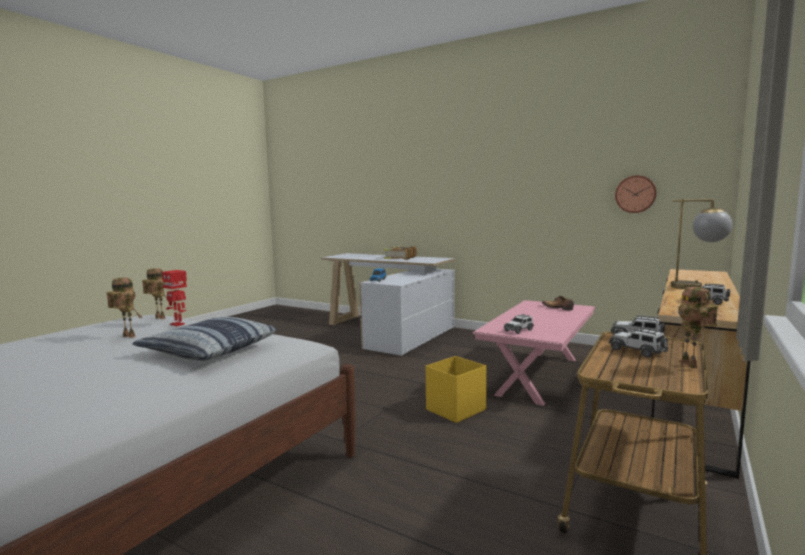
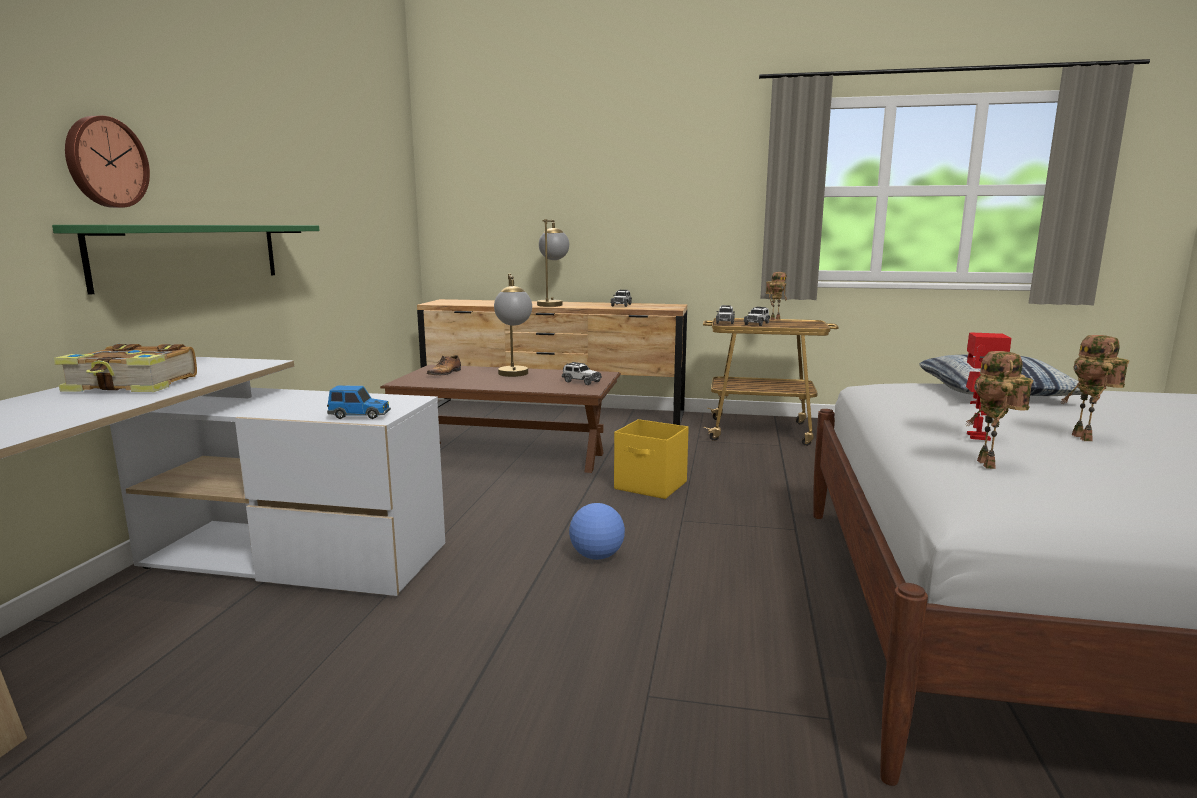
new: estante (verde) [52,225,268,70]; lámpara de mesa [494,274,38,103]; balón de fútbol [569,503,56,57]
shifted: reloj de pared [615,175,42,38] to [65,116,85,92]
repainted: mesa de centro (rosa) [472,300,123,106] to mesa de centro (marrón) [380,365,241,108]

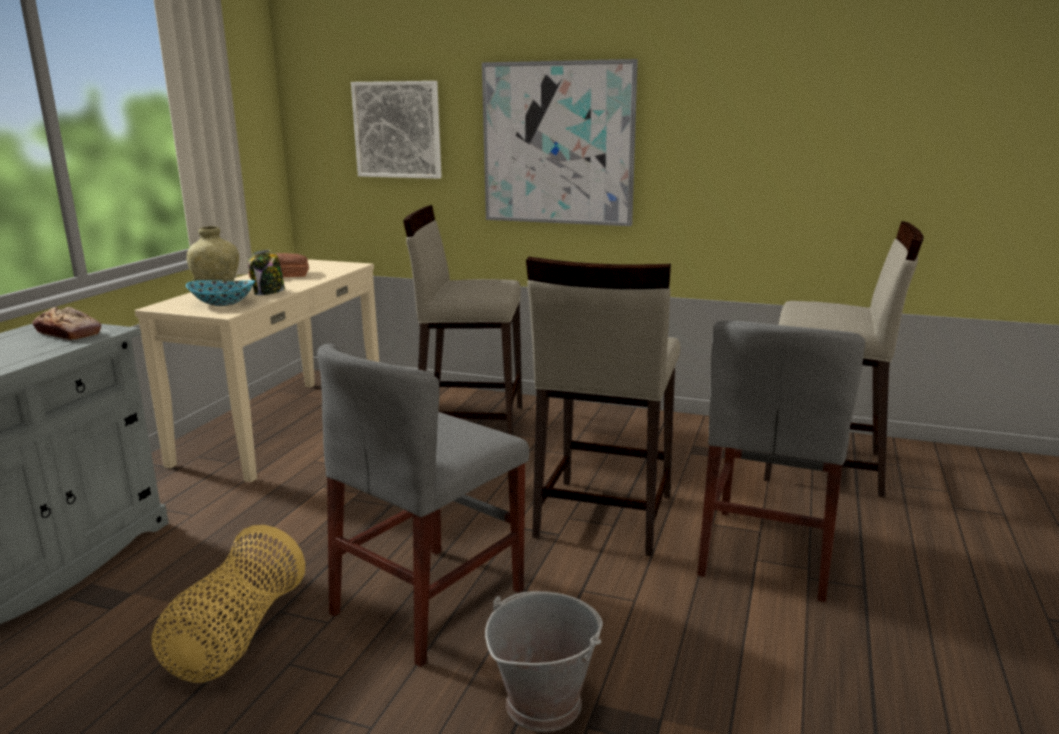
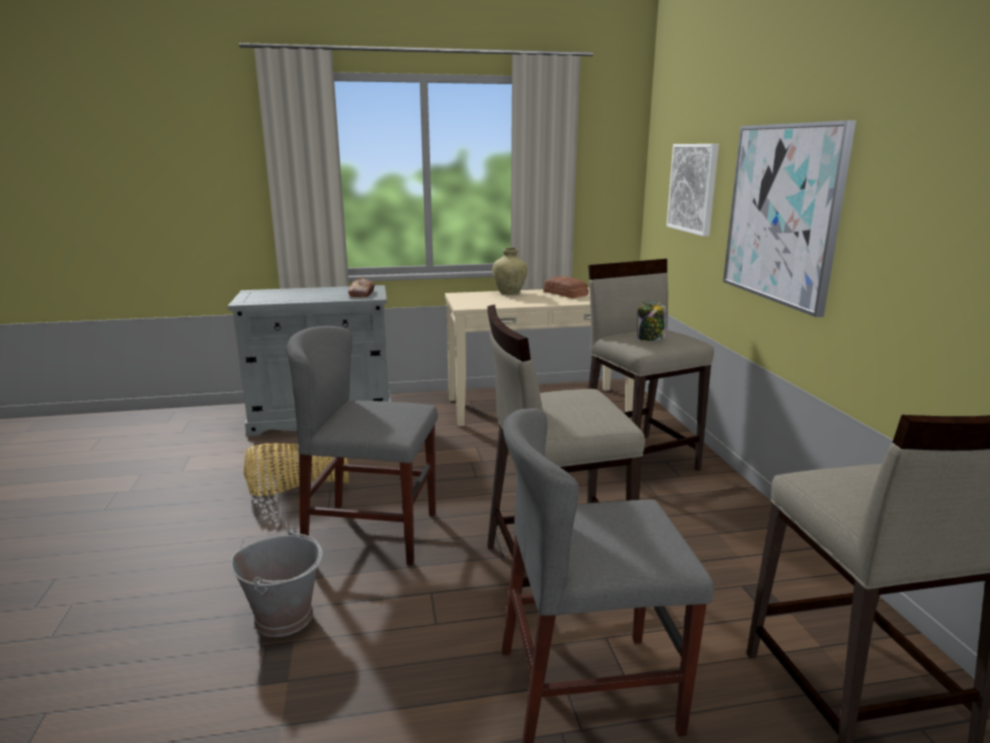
gone: cuenco [186,280,69,26]
shifted: tarro [248,250,37,45] to [637,301,29,40]

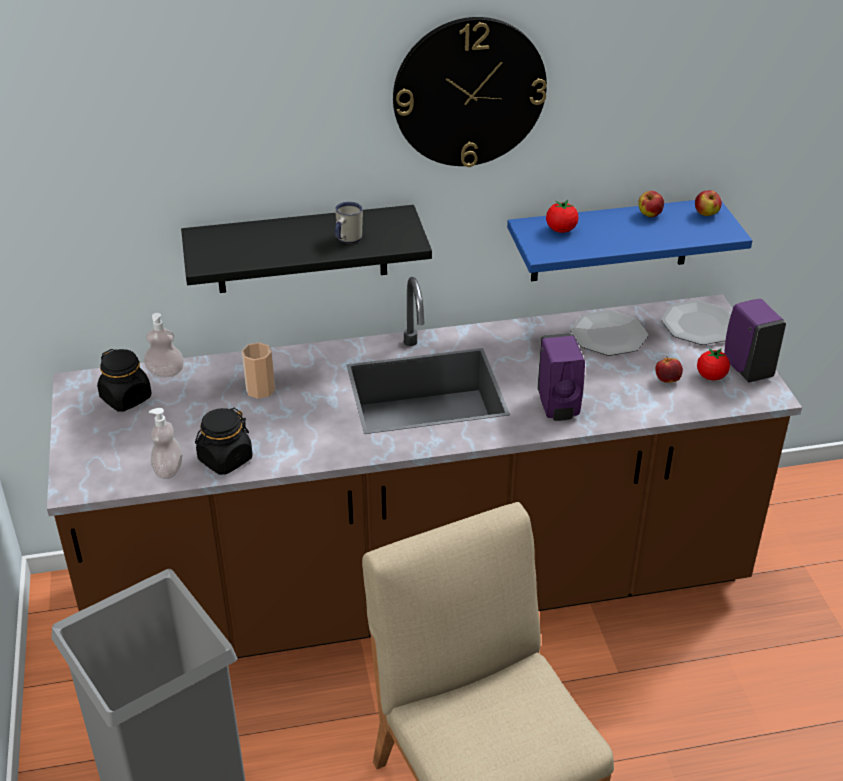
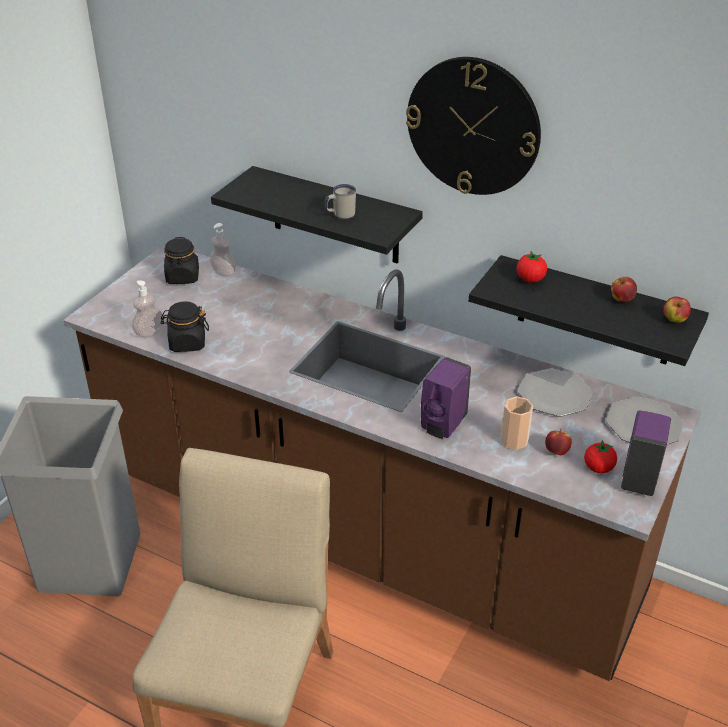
shifted: taza [242,342,33,57] to [500,396,33,54]
repainted: estante (azul) [507,200,245,81] to estante (negro) [468,255,241,111]

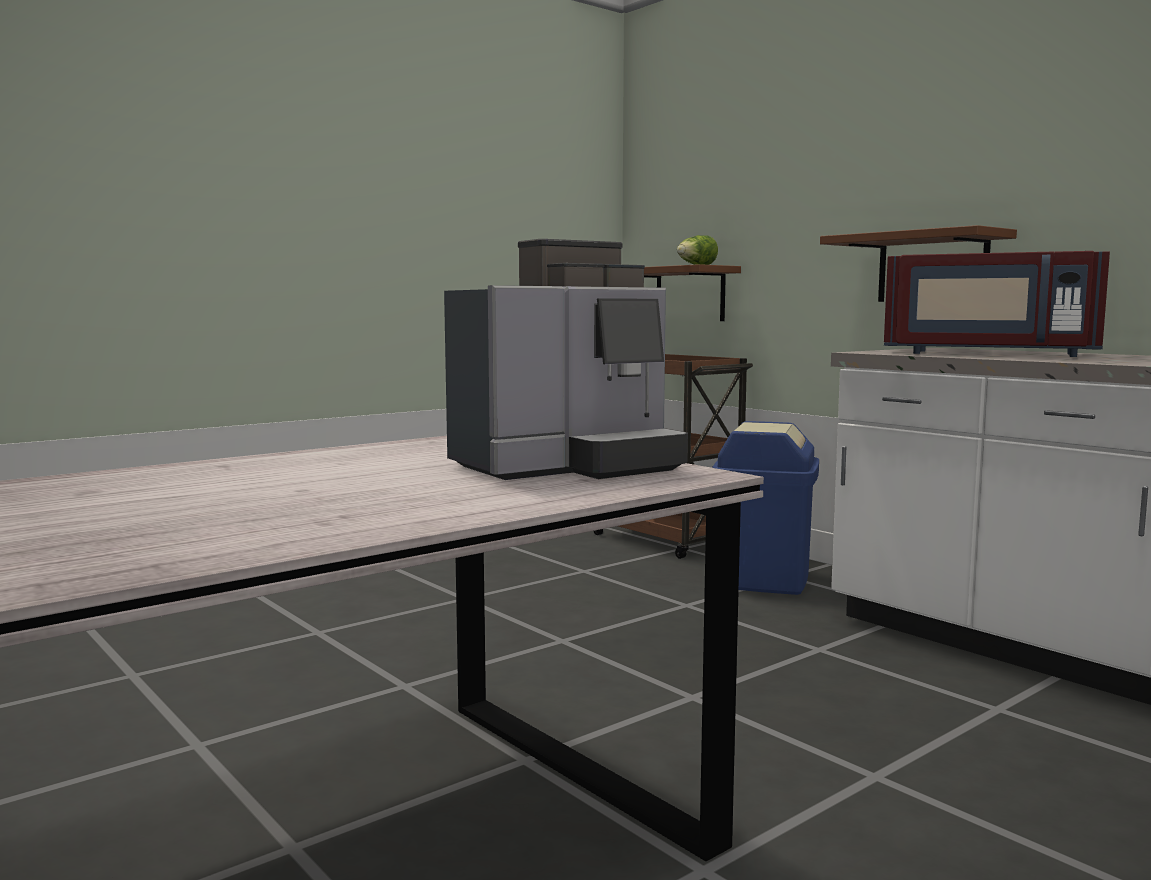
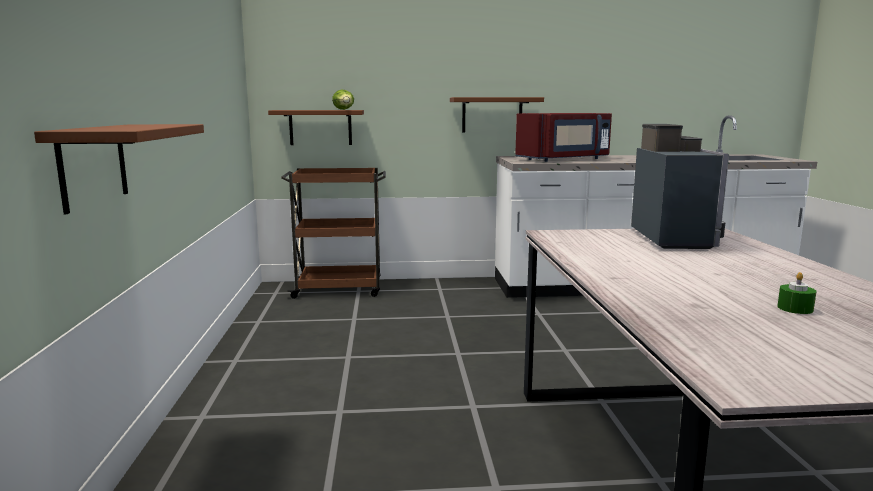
gone: papelera (azul) [712,421,107,174]
new: estante (marrón) [34,124,170,90]; vela (verde) [777,272,39,42]

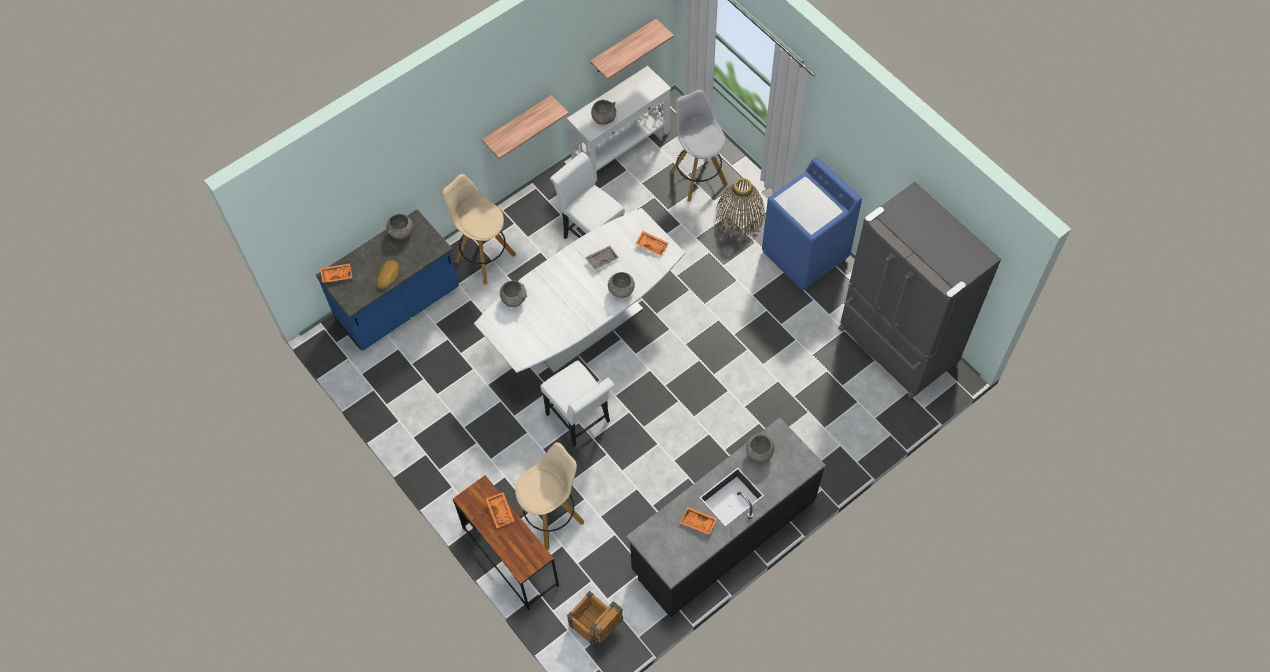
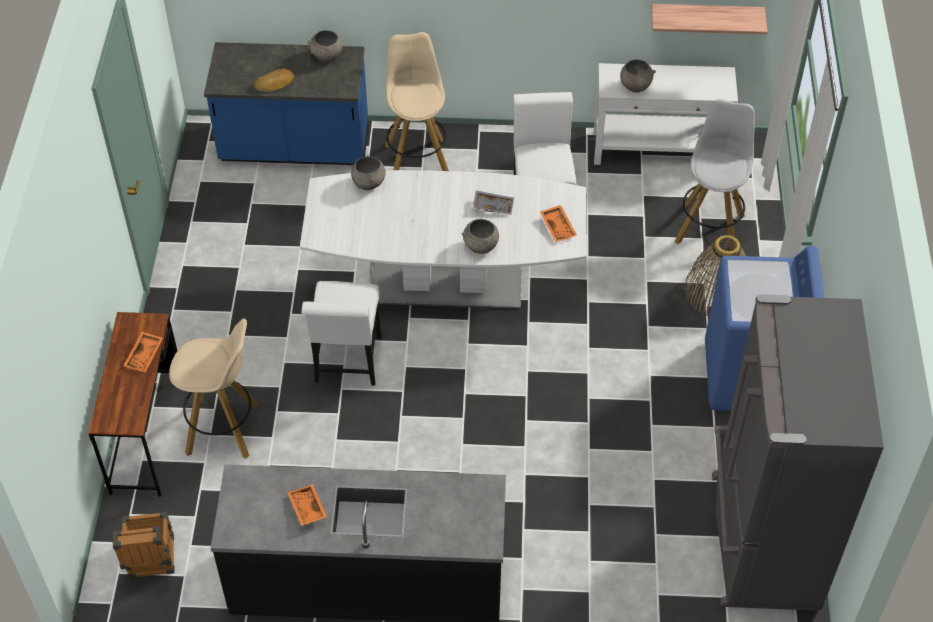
gone: bandeja (naranja) [320,264,32,19]; estante [482,95,87,64]; cuenco (gris) [746,431,29,32]

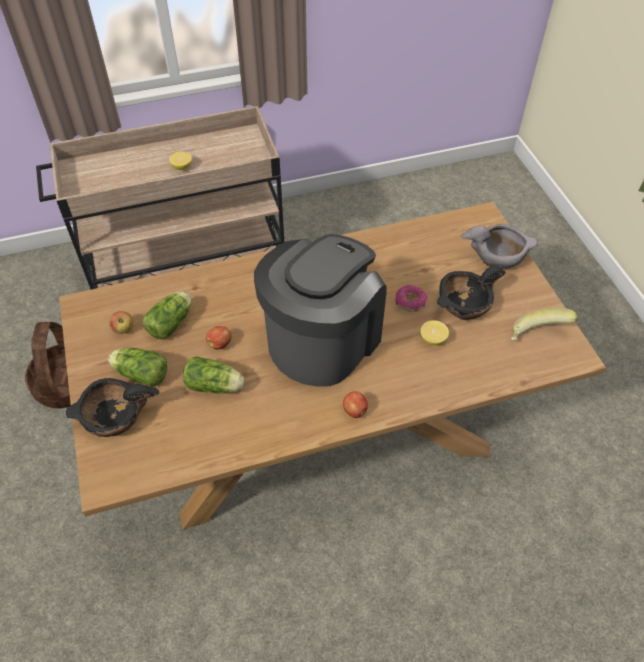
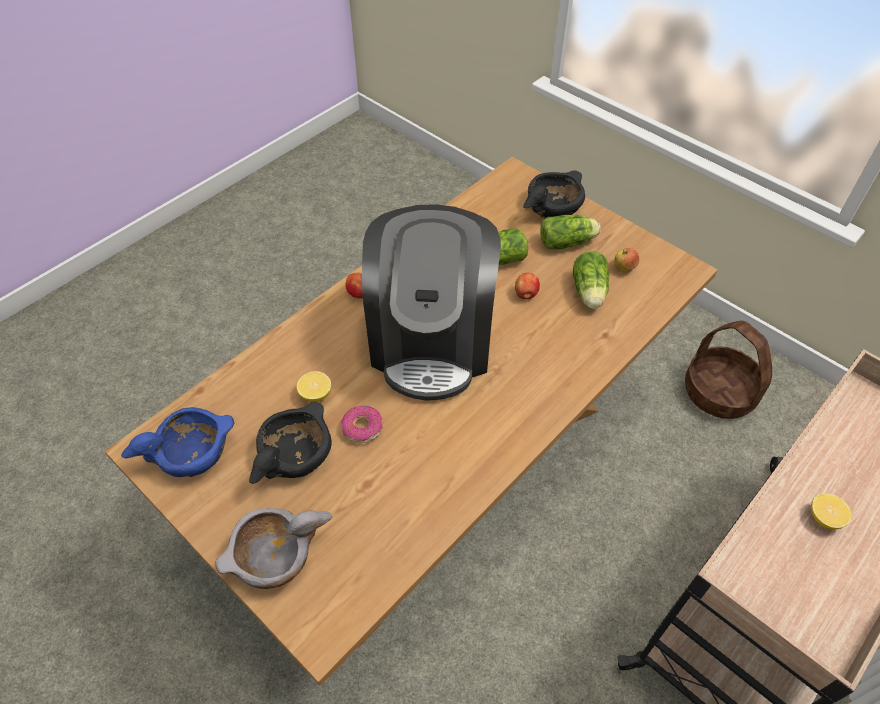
swapped: plátano [511,307,67,33] to cuenco (azul) [121,407,113,70]

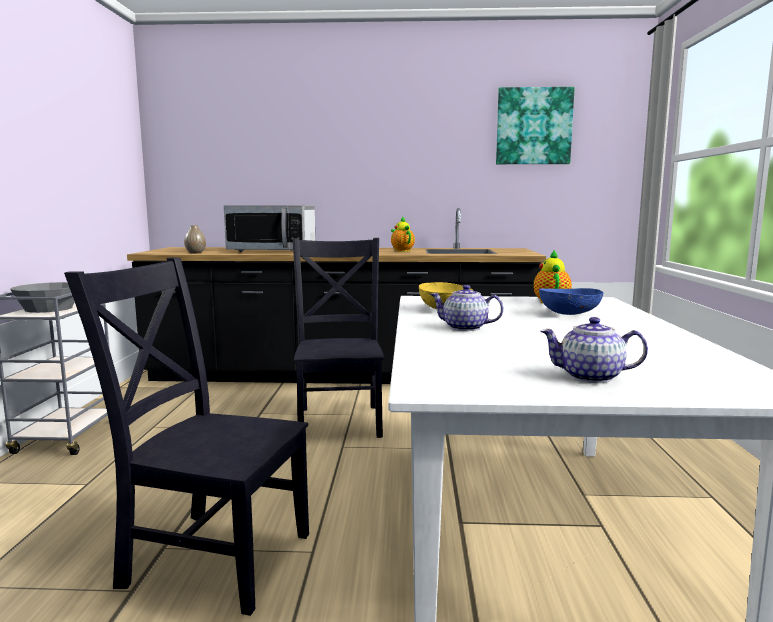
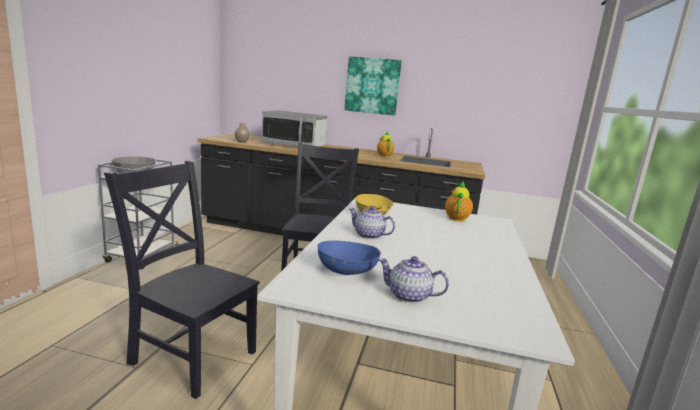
shifted: cuadro [496,87,79,77] to [344,56,58,59]; cuenco (azul) [539,288,65,27] to [318,240,63,35]

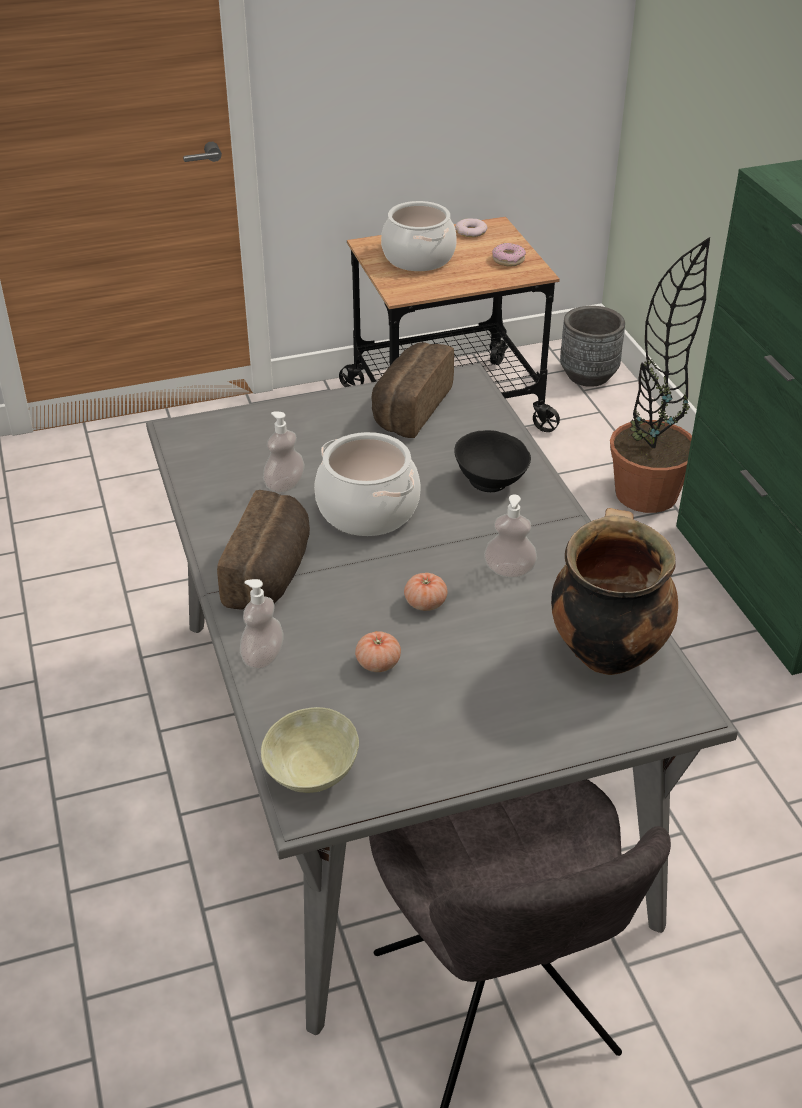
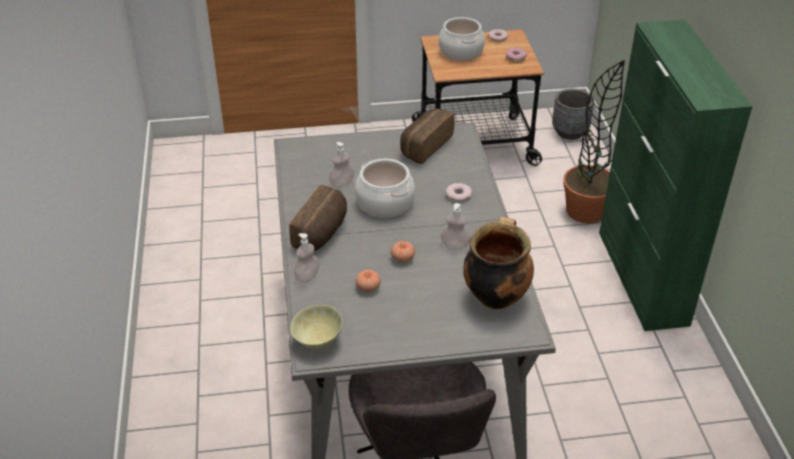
swapped: cuenco (negro) [454,430,77,62] to rosquilla [446,183,26,18]

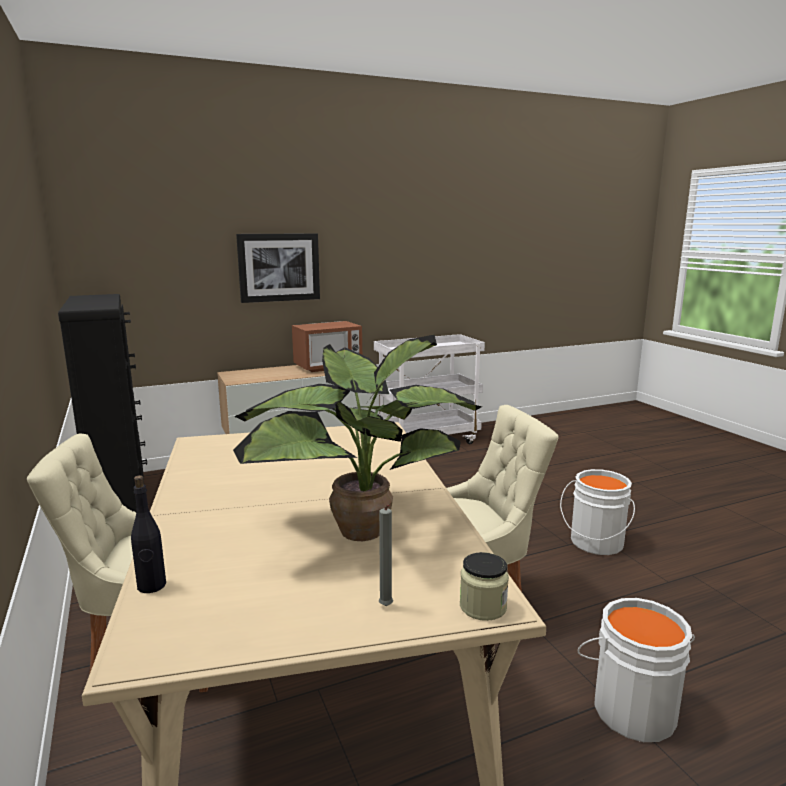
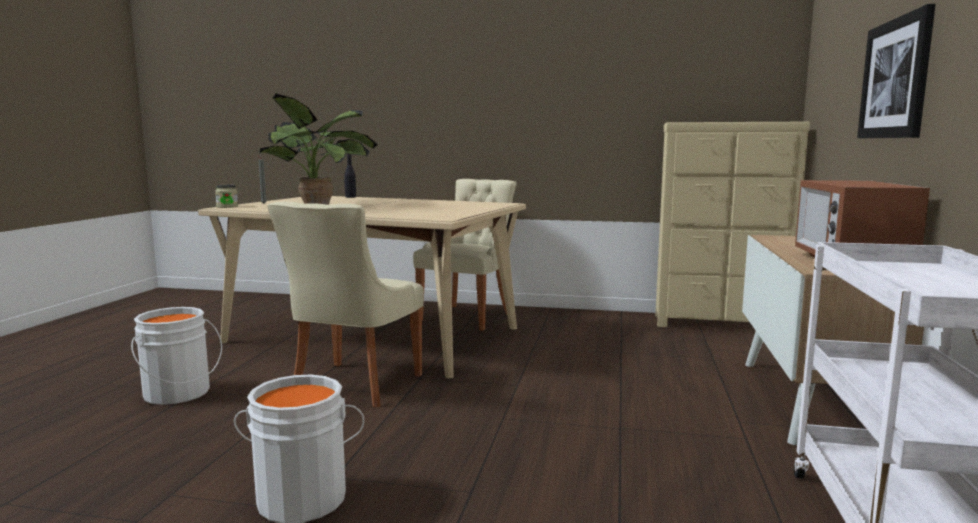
repainted: cómoda (negro) [58,294,89,218] to cómoda (beis) [655,122,155,205]

